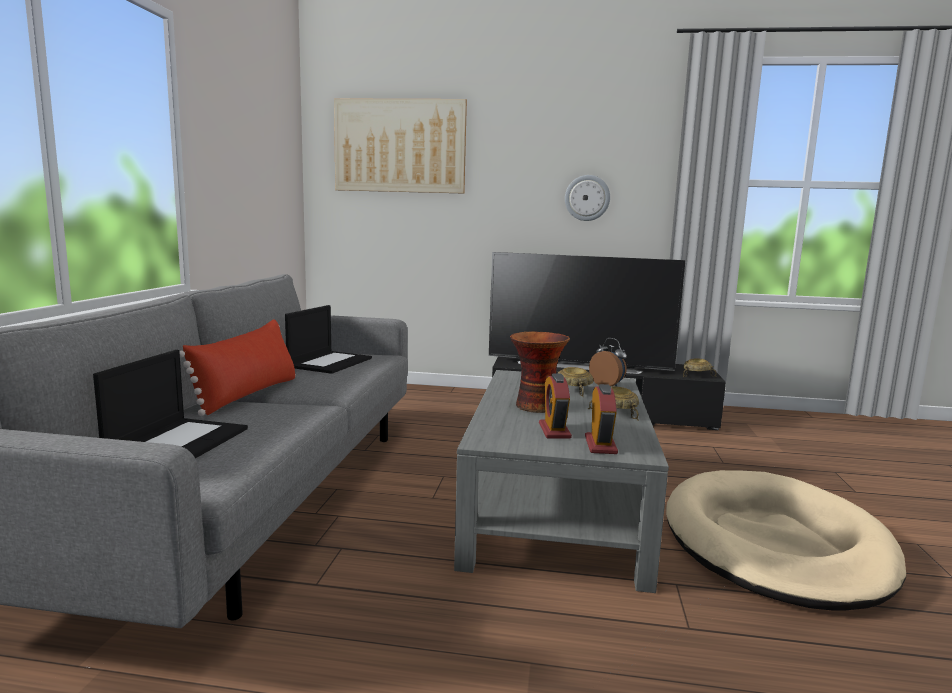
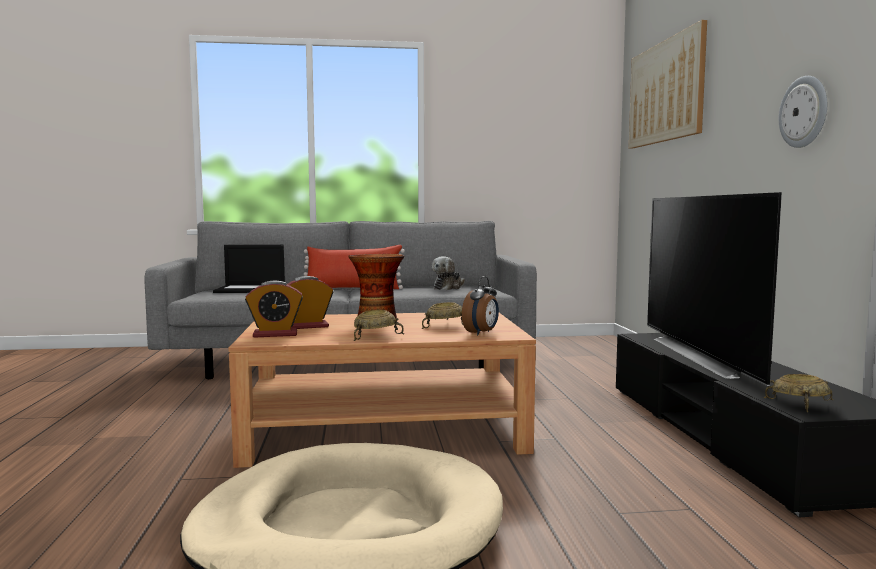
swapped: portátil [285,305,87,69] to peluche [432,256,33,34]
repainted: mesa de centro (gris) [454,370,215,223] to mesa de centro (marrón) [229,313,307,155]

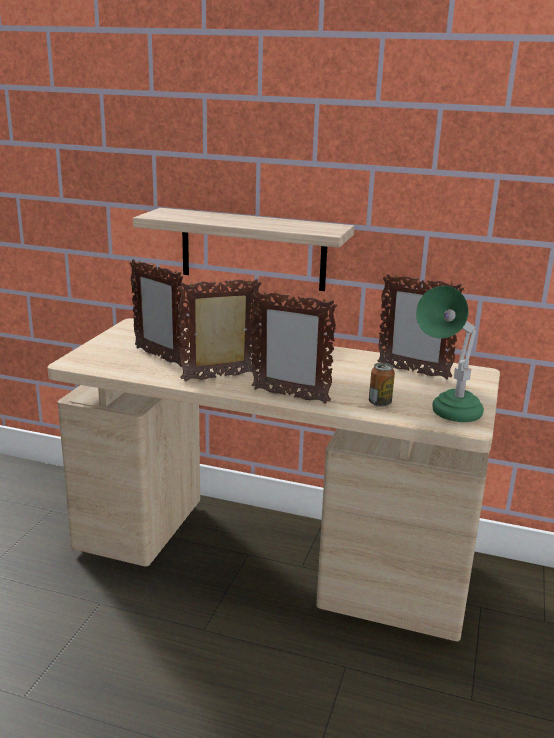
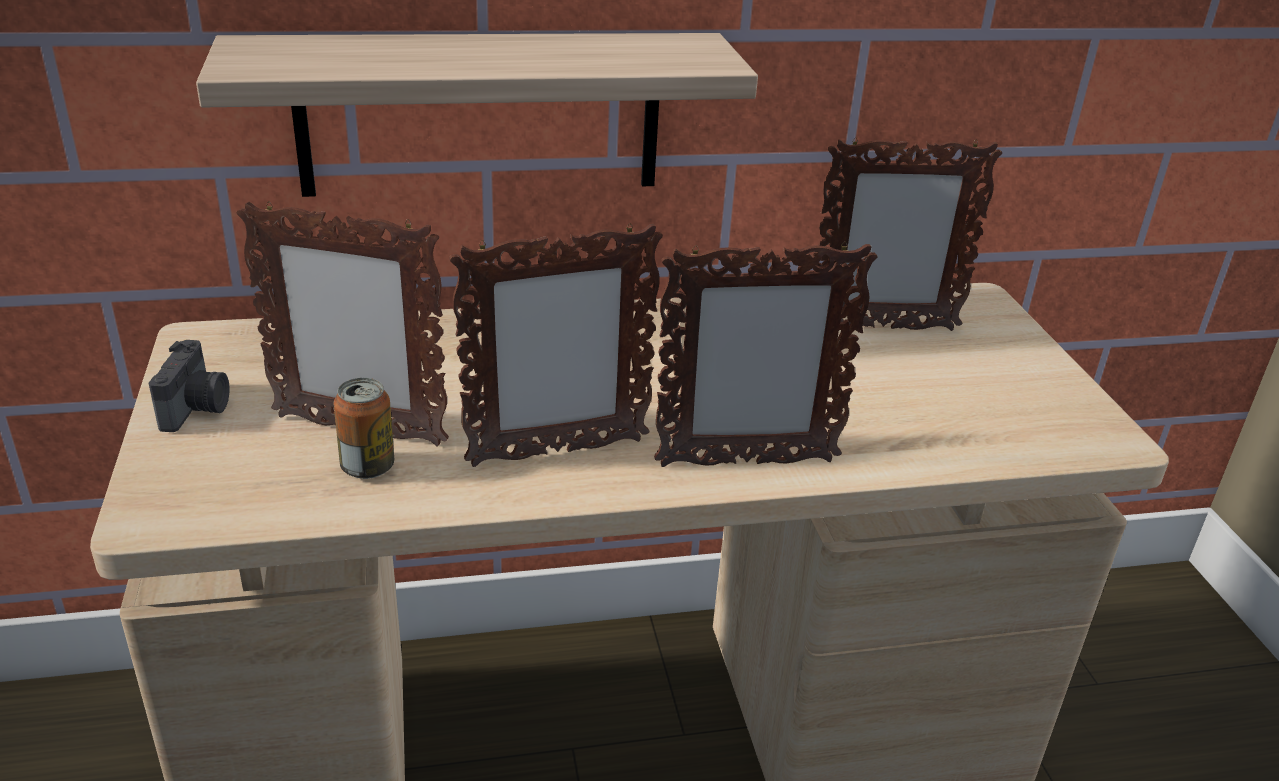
gone: lámpara de mesa (verde) [416,286,68,136]
new: cámara [149,340,81,92]
shifted: lata [369,363,26,44] to [333,378,61,101]
rotated: portarretratos [178,279,84,103] = [449,223,214,244] 150 degrees counterclockwise

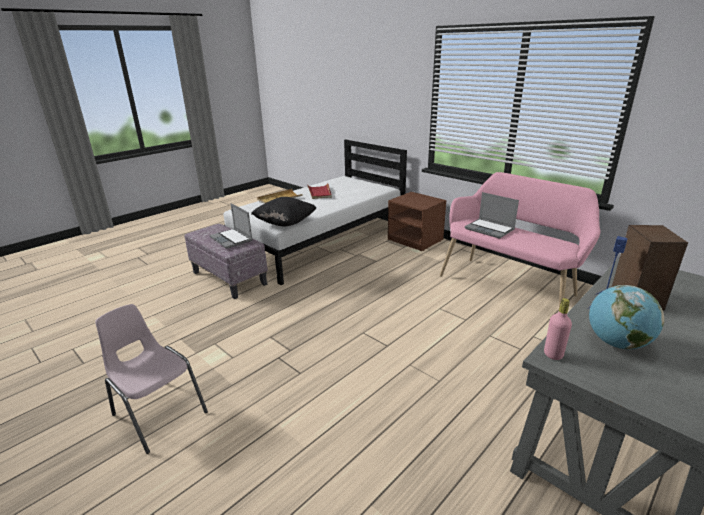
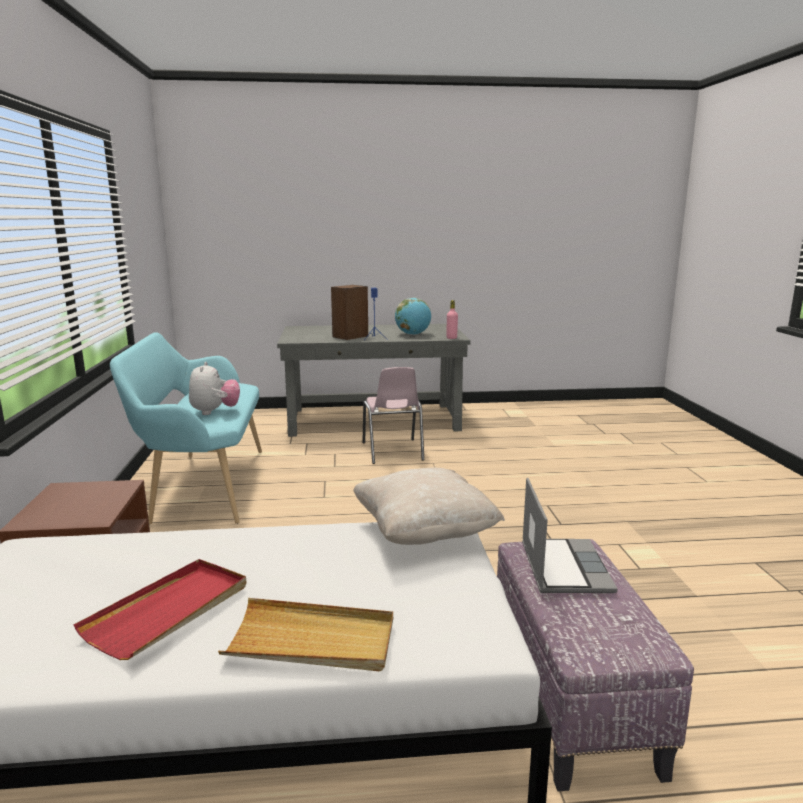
shifted: silla (rosa) [95,304,113,150] to [362,367,62,97]
swapped: portátil [465,192,54,47] to peluche [189,362,51,53]
repainted: cojín (negro) [251,197,65,29] to cojín (beis) [354,468,151,77]; banco (rosa) [440,172,160,136] to banco (turquesa) [110,332,152,192]

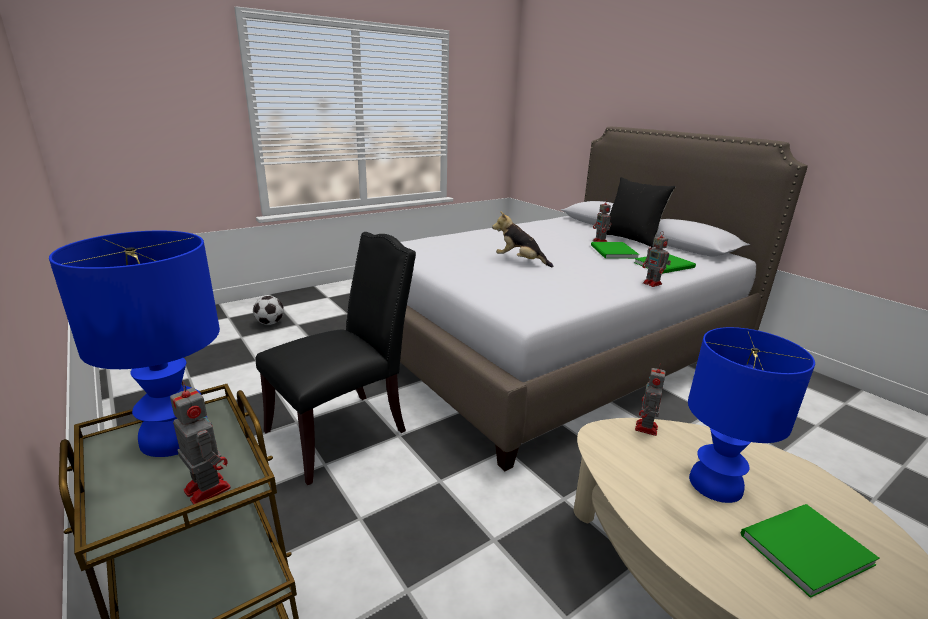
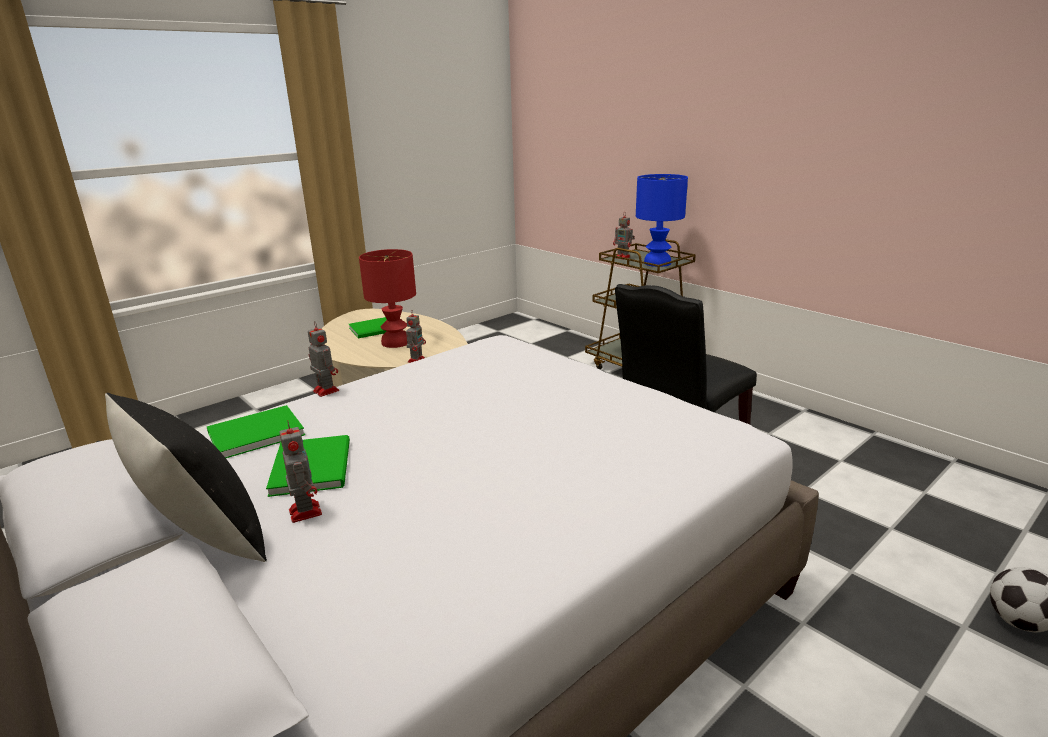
gone: peluche [492,211,61,56]
repainted: lámpara de mesa (azul) [688,327,127,176] to lámpara de mesa (rojo) [359,249,57,99]

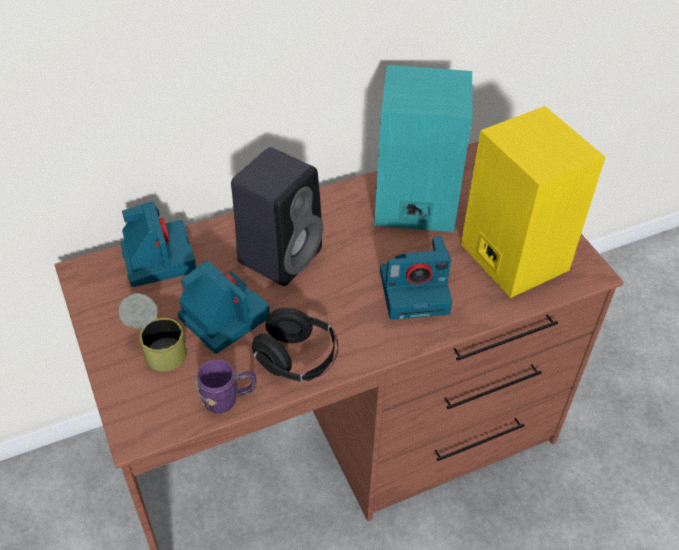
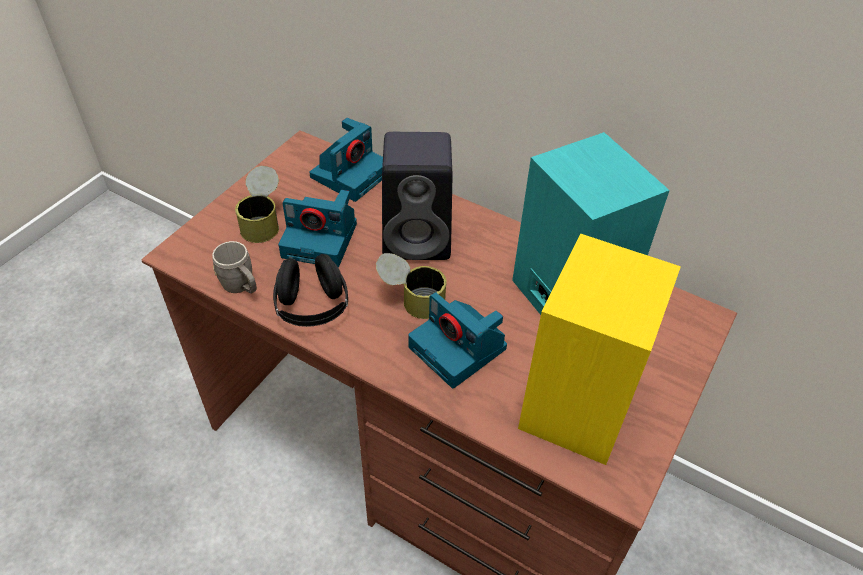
new: lata [376,253,71,66]
repainted: taza grande (morado) [195,359,62,54] to taza grande (gris) [212,241,45,52]
rotated: cámara [178,260,92,94] = [278,190,79,78] 90 degrees clockwise

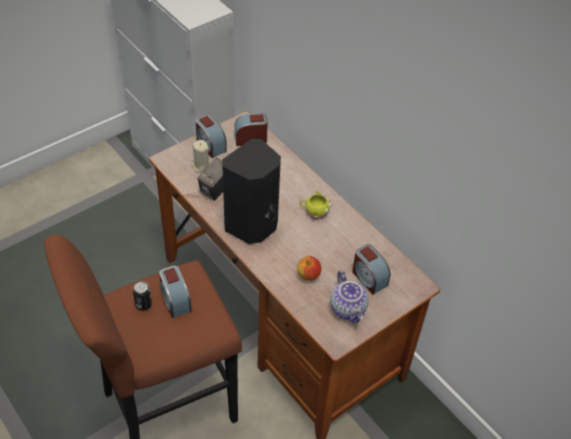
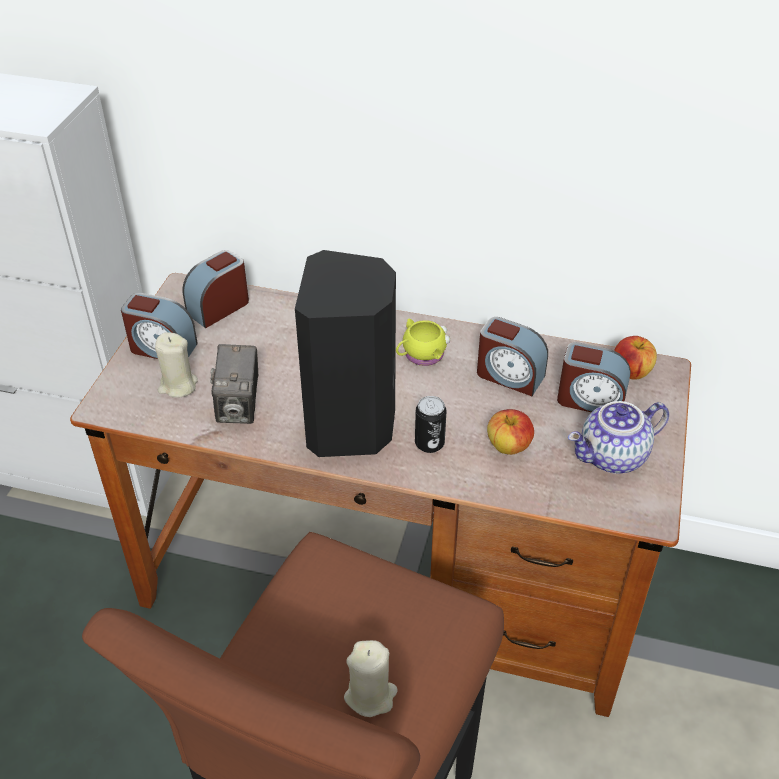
new: vela (beis) [344,640,54,77]; manzana [614,336,43,44]
shifted: lata [133,281,19,30] to [415,396,31,57]; despertador [159,266,33,52] to [477,317,71,79]
rotated: tetera [330,270,39,53] = [568,401,101,73] 120 degrees clockwise

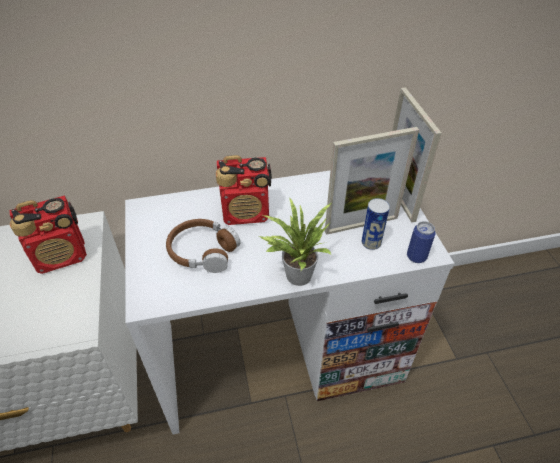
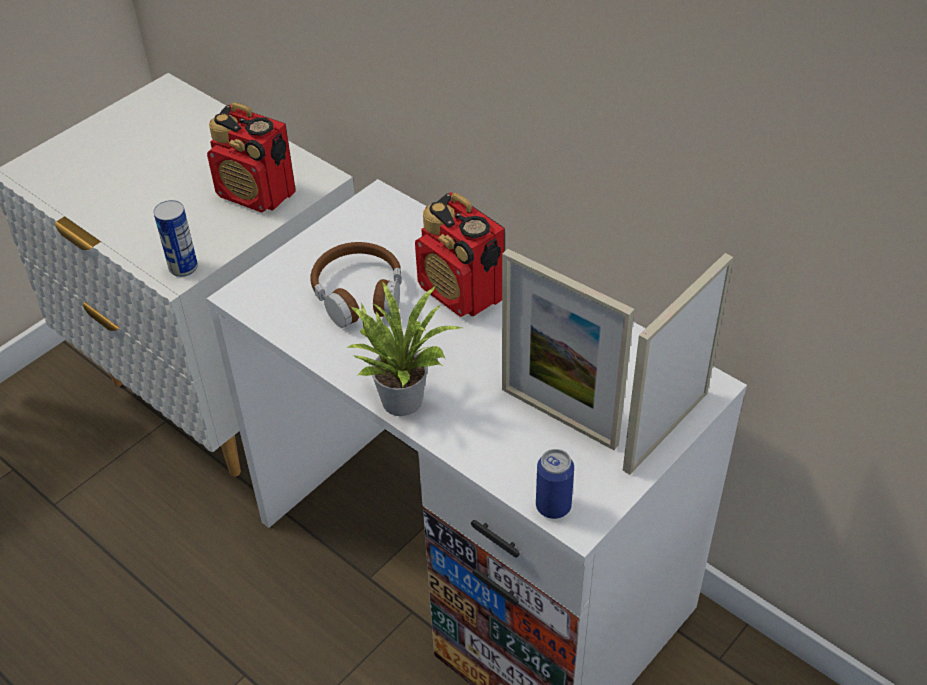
shifted: lata [362,198,28,52] to [154,200,44,77]

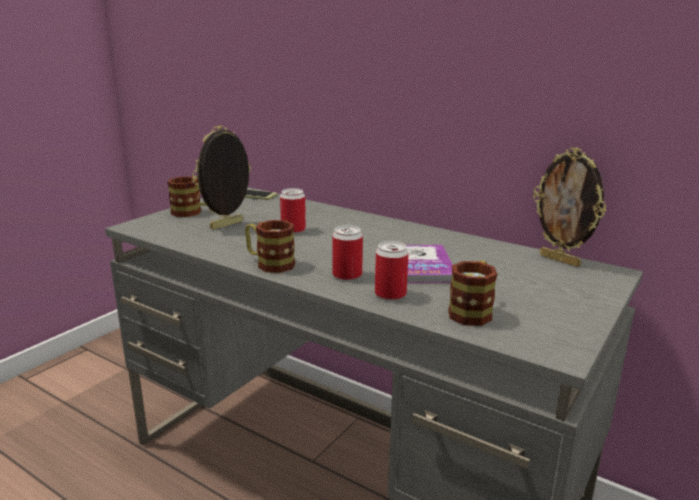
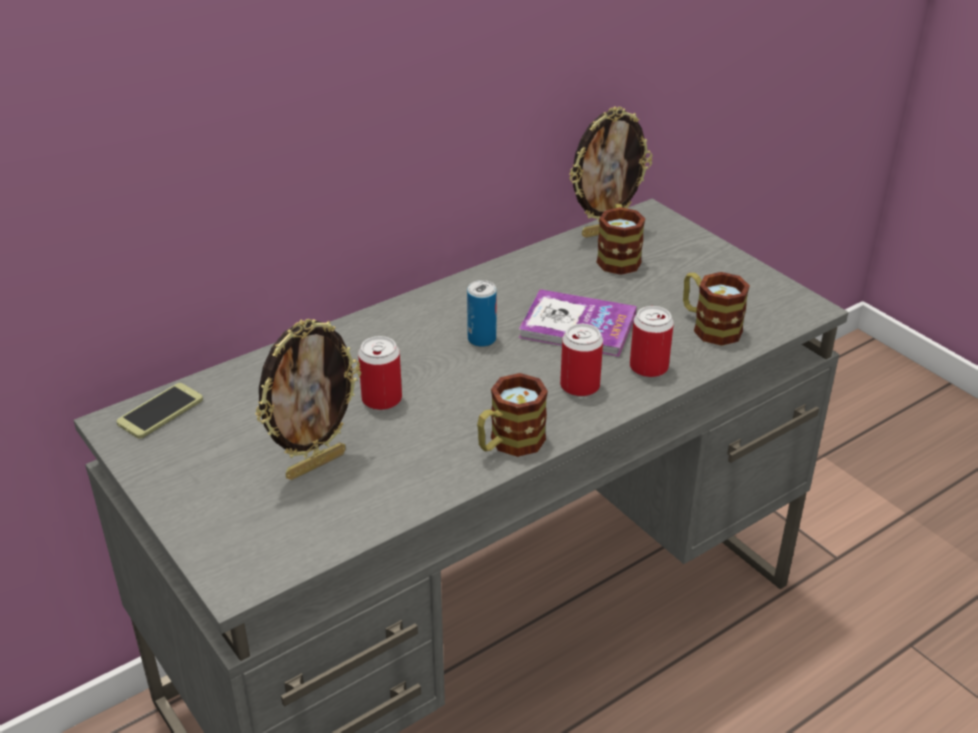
new: lata [467,280,30,67]
shifted: taza grande [167,177,40,40] to [596,204,49,71]
rotated: portarretratos [192,125,59,104] = [255,319,106,161] 105 degrees counterclockwise

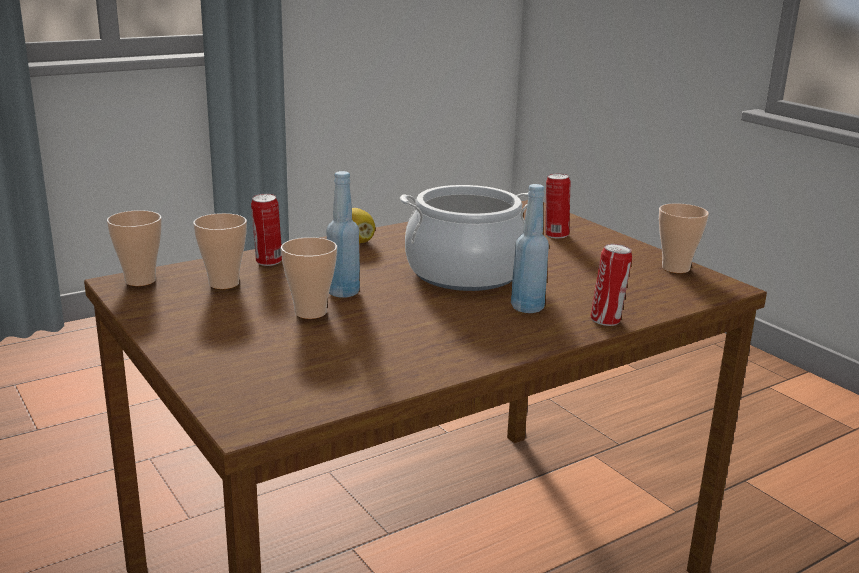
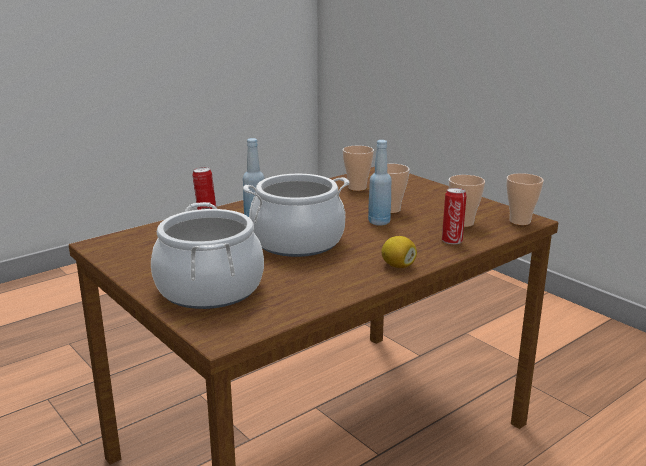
shifted: taza [659,203,50,70] to [343,146,31,45]
swapped: lata [545,173,25,66] to olla [151,202,113,107]

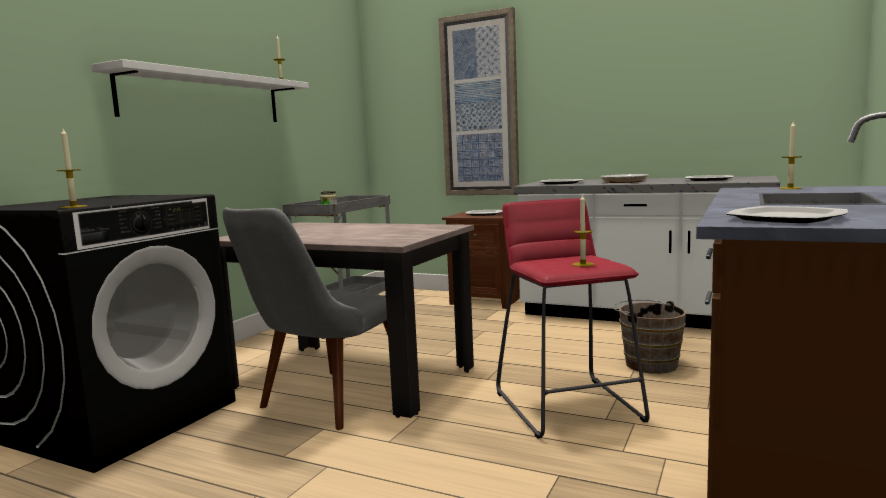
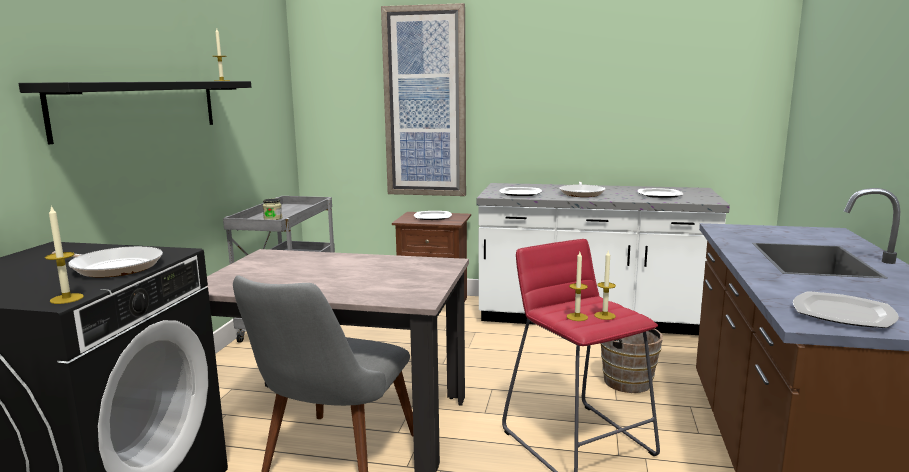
new: sartén [52,246,111,31]
shifted: vela [779,122,23,67] to [567,252,21,69]
repainted: estante (blanco) [91,59,218,63] to estante (negro) [19,81,232,63]

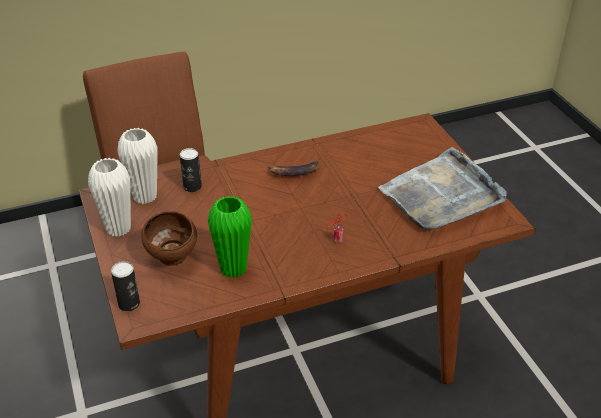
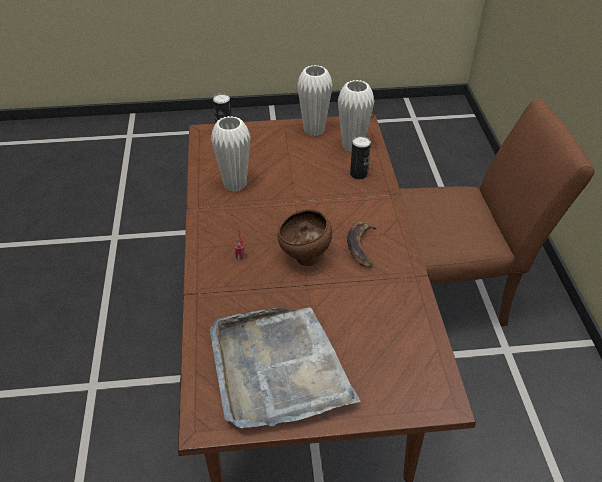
shifted: cuenco (marrón) [141,211,56,55] to [277,209,55,57]
repainted: florero (verde) [208,196,44,82] to florero (blanco) [211,116,39,76]

